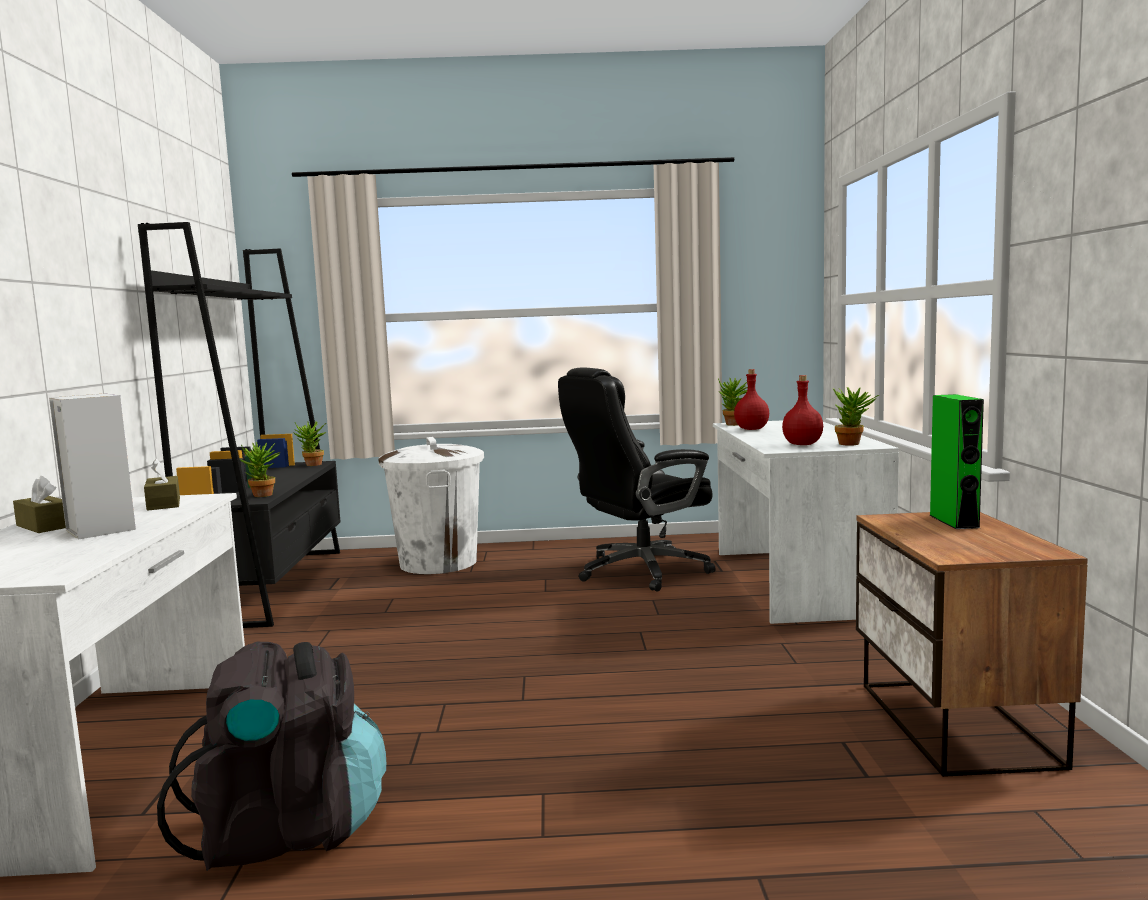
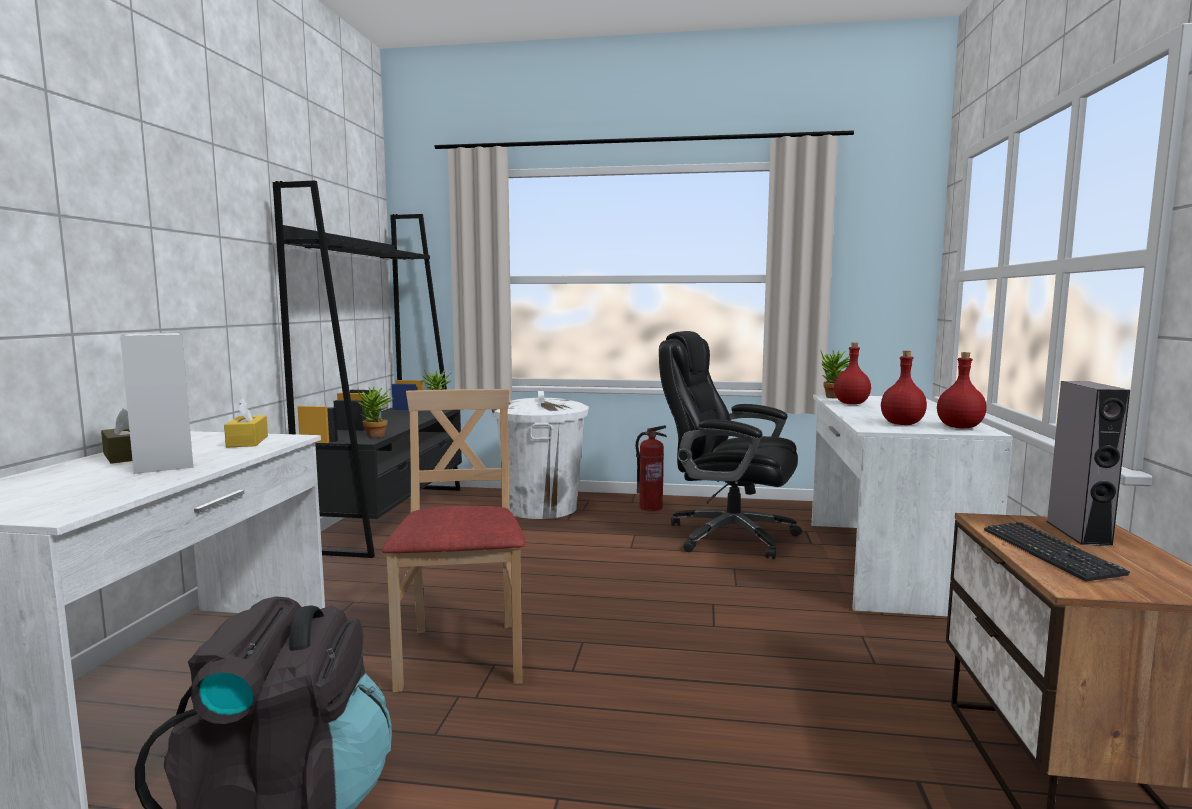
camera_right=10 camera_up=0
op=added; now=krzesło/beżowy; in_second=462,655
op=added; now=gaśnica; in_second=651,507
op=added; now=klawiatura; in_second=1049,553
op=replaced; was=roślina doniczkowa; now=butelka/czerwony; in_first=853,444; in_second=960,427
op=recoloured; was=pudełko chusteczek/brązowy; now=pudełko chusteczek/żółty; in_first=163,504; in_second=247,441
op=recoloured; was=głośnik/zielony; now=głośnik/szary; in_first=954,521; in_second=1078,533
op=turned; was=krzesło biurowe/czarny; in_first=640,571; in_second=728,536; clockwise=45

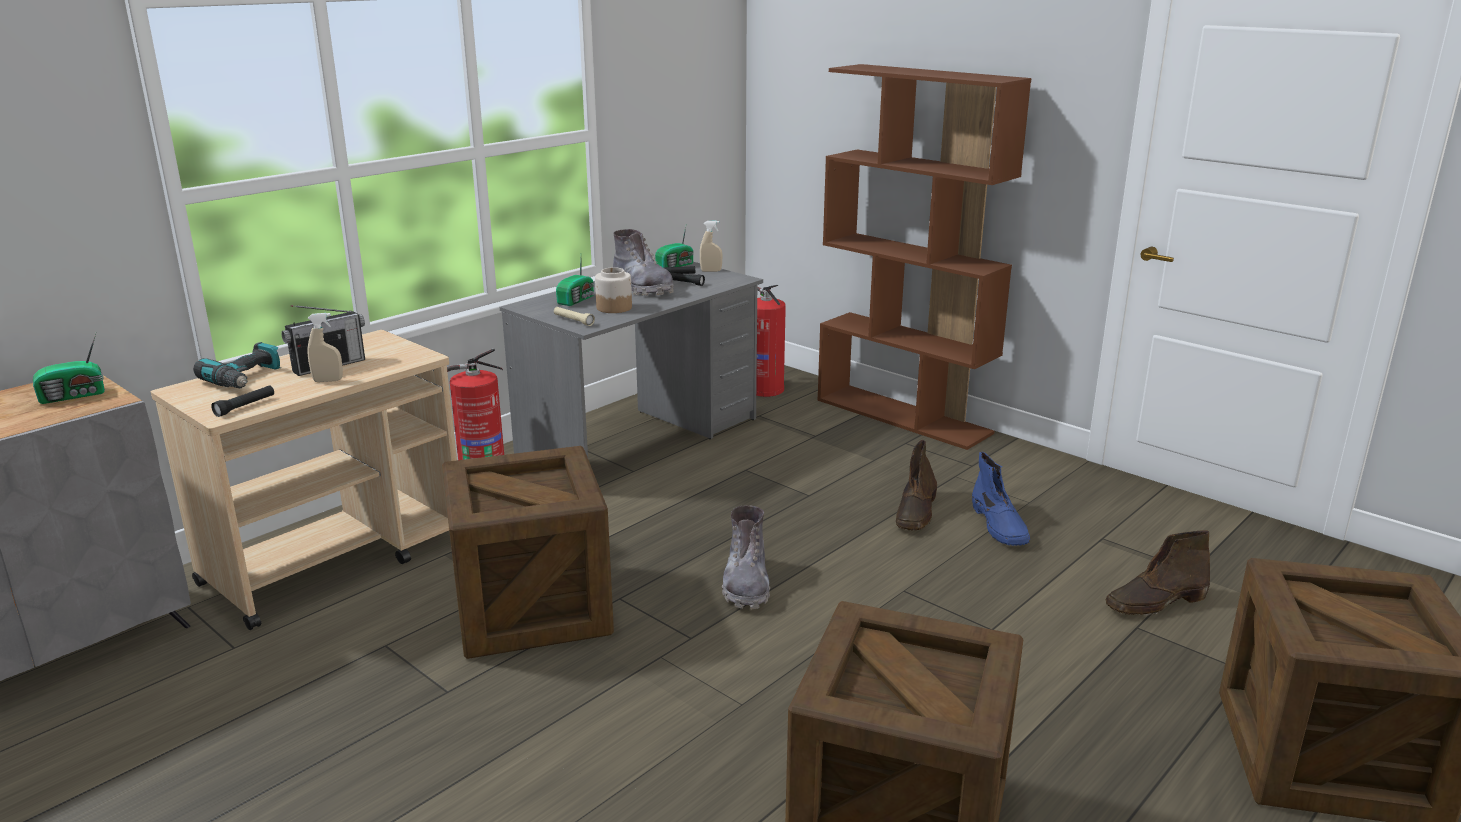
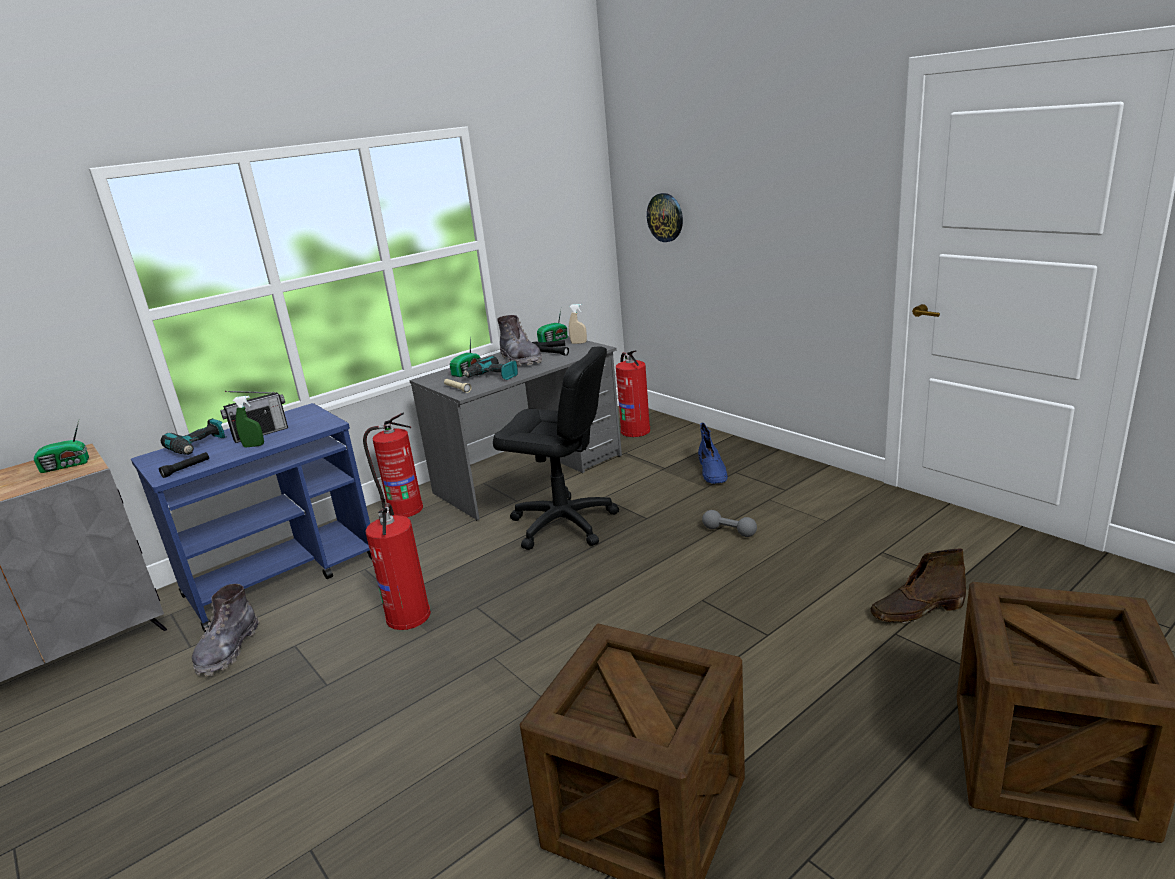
camera_right=10 camera_up=0
op=removed; was=regał/brązowy; in_first=904,416
op=added; now=krzesło biurowe/czarny; in_second=563,524
op=added; now=zegar ścienny; in_second=665,217
op=moved; was=but z cholewką/szary; in_first=746,584; in_second=228,650
op=moved; was=but z cholewką/niebieski; in_first=999,526; in_second=712,472
op=replaced; was=skrzynka; now=gaśnica; in_first=531,608; in_second=409,615
op=replaced; was=słoik; now=wiertarka; in_first=614,307; in_second=492,377
op=replaced; was=but z cholewką/brązowy; now=hantel/szary; in_first=916,512; in_second=729,531
op=recoloured; was=wózek/beżowy; now=wózek/niebieski; in_first=337,560; in_second=283,576
op=recoloured; was=spryskiwacz/beżowy; now=spryskiwacz/zielony; in_first=328,380; in_second=254,446

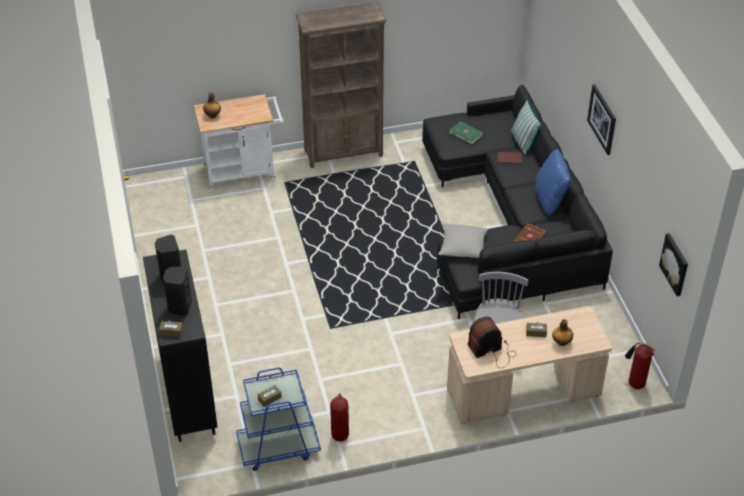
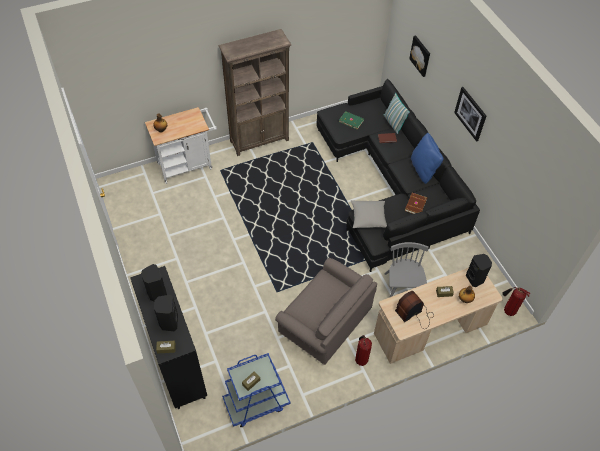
camera_right=-10 camera_up=10
op=added; now=fotel/szary; in_second=324,321
op=added; now=głośnik/czarny; in_second=475,279
op=moved; was=gaśnica; in_first=339,434; in_second=360,359
op=moved; was=obraz; in_first=675,264; in_second=420,55

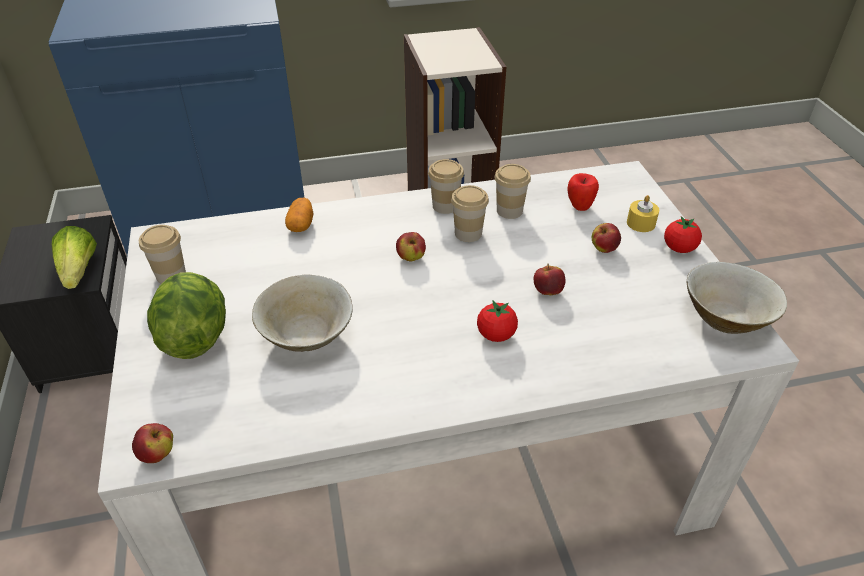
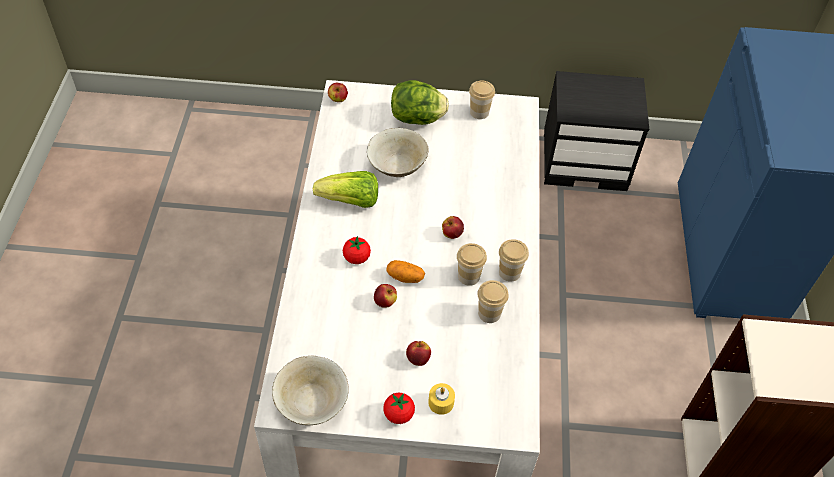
camera_right=105 camera_up=10
op=removed; was=jabłko; in_first=579,207
op=moved; was=sałata; in_first=79,271; in_second=350,201
op=moved; was=ziemniak; in_first=301,224; in_second=405,277

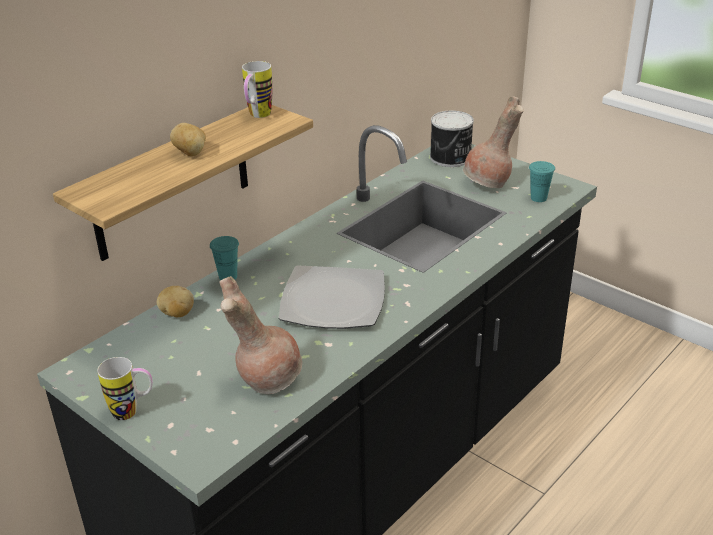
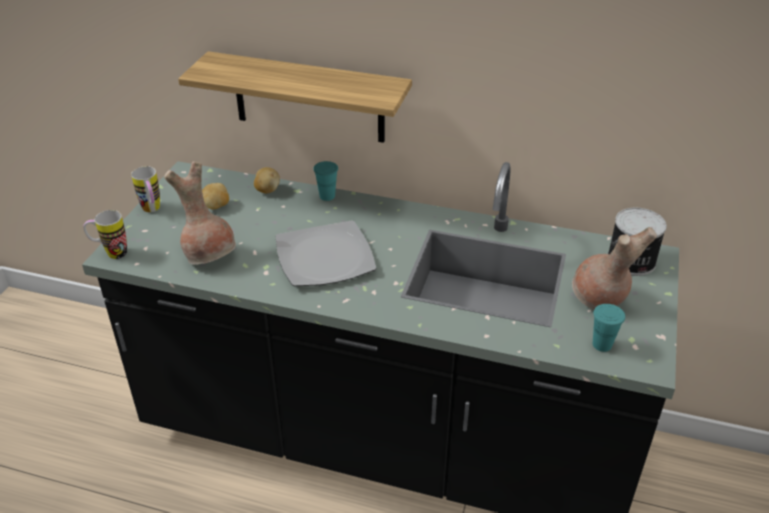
camera_right=65 camera_up=5
op=moved; was=ziemniak; in_first=191,153; in_second=216,206
op=moved; was=kubek; in_first=257,116; in_second=111,253

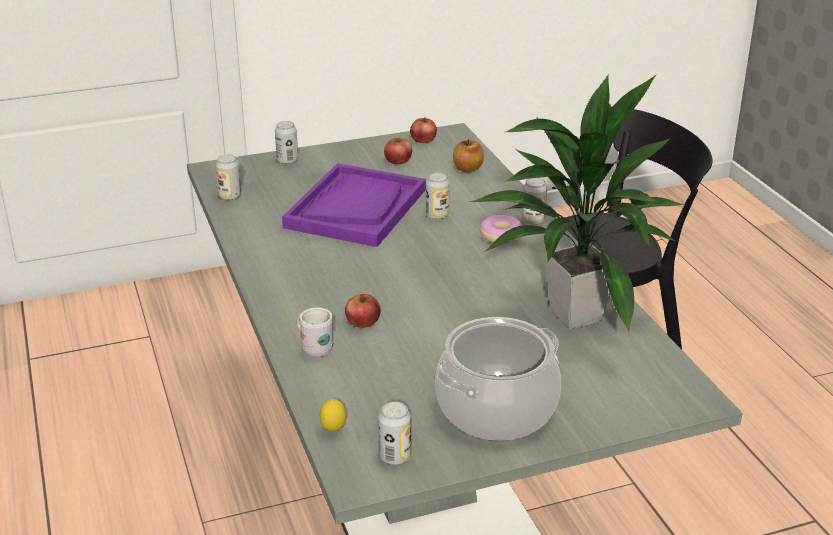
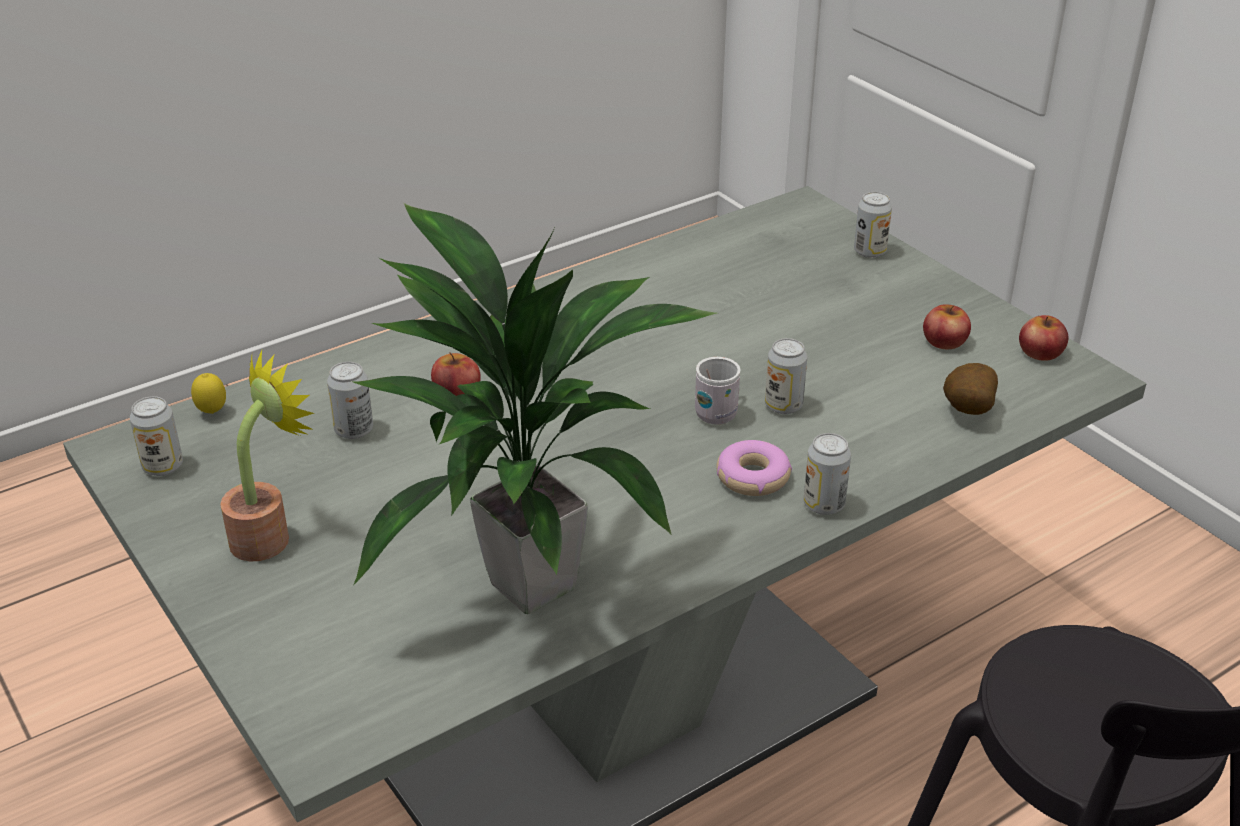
camera_right=75 camera_up=5
op=removed; was=taca/fioletowy; in_first=356,208
op=moved; was=puszka; in_first=230,196; in_second=354,430
op=moved; was=kubek/biały; in_first=314,348; in_second=719,411
op=replaced; was=garnek; now=roślina doniczkowa; in_first=497,409; in_second=269,535
op=replaced; was=jabłko; now=ziemniak; in_first=467,169; in_second=965,412

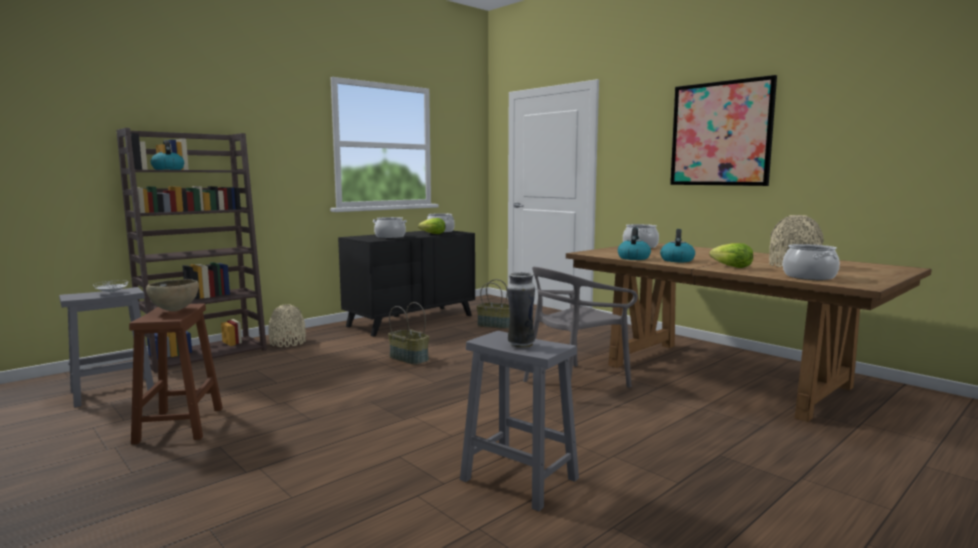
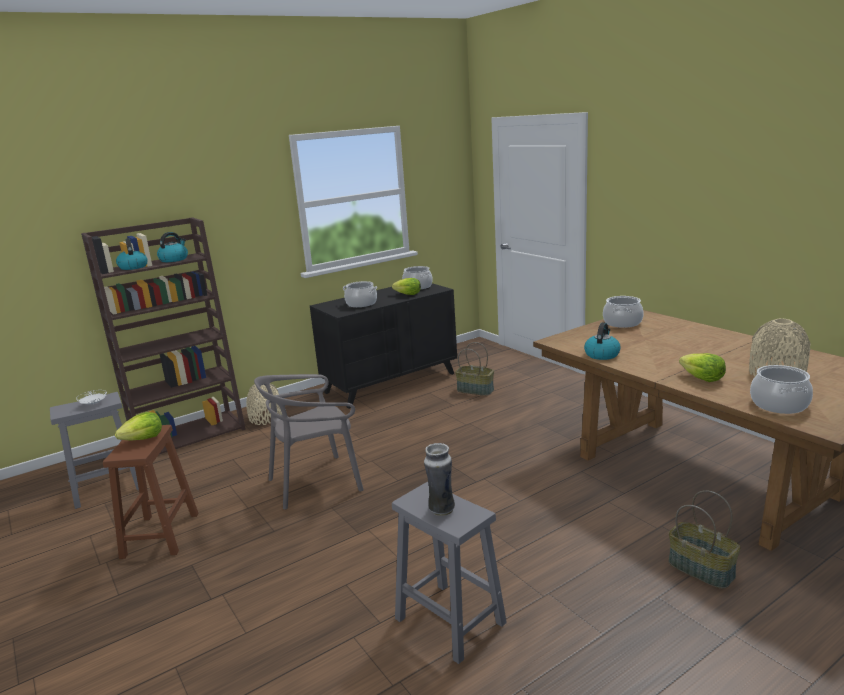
camera_right=10 camera_up=10
op=removed; was=obraz; in_first=720,134
op=moved; was=koszyk; in_first=409,358; in_second=702,569
op=moved; was=krzesło/szary; in_first=575,382; in_second=315,483
op=moved; was=czajnik; in_first=677,260; in_second=174,259
op=replaced; was=miska/brązowy; now=sałata; in_first=175,310; in_second=143,439

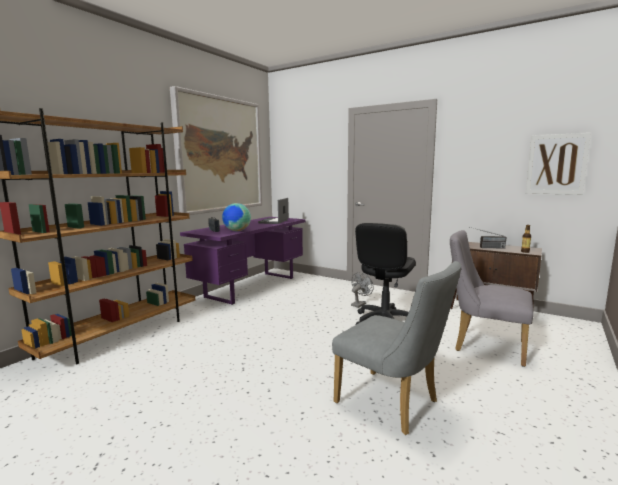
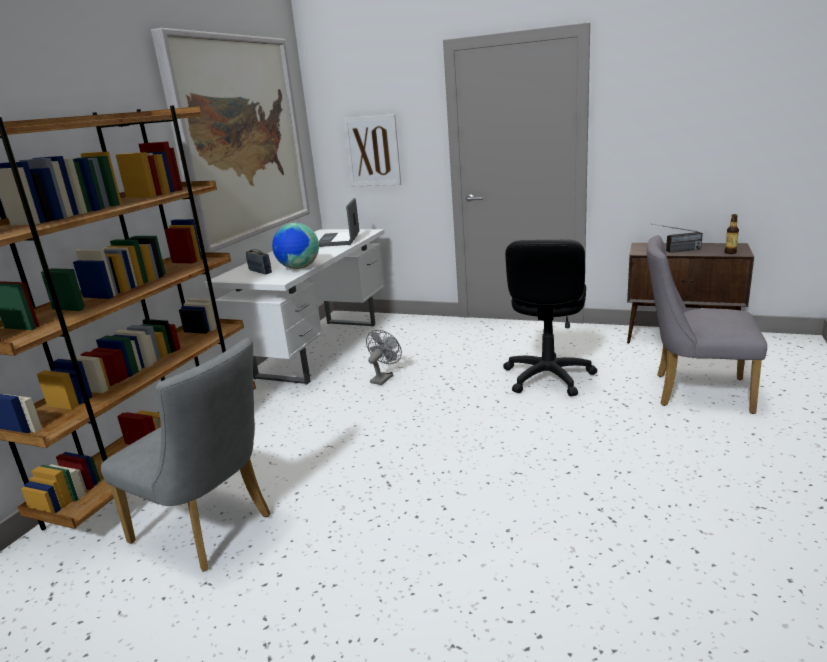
camera_right=-10 camera_up=10
op=moved; was=krzesło/szary; in_first=393,404; in_second=209,531
op=moved; was=wentylator/szary; in_first=359,304; in_second=383,378
op=moved; was=obraz; in_first=556,164; in_second=372,151
op=recoloured; was=biurko/fioletowy; now=biurko/biały; in_first=251,287; in_second=319,349

